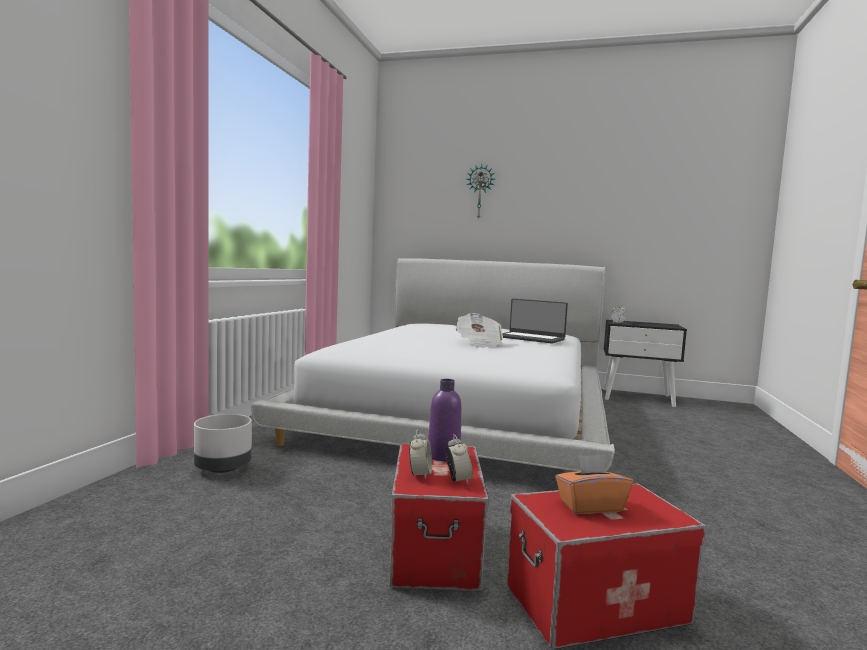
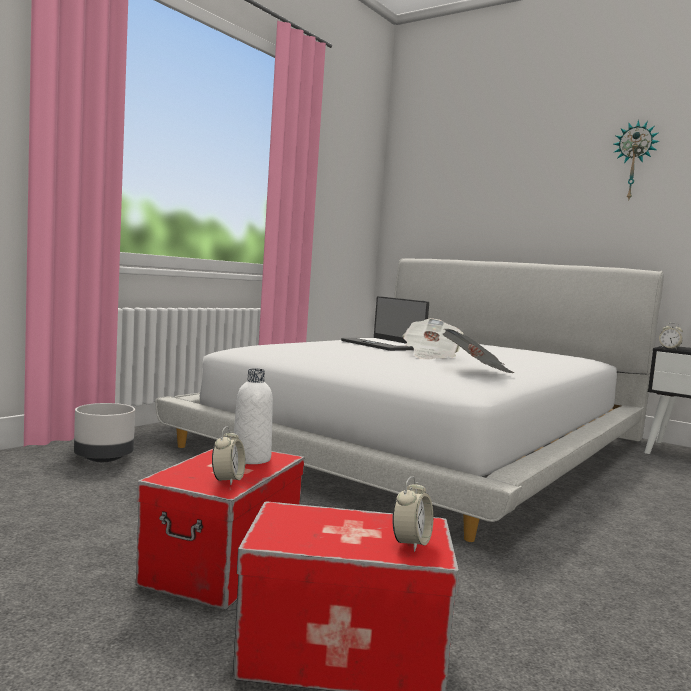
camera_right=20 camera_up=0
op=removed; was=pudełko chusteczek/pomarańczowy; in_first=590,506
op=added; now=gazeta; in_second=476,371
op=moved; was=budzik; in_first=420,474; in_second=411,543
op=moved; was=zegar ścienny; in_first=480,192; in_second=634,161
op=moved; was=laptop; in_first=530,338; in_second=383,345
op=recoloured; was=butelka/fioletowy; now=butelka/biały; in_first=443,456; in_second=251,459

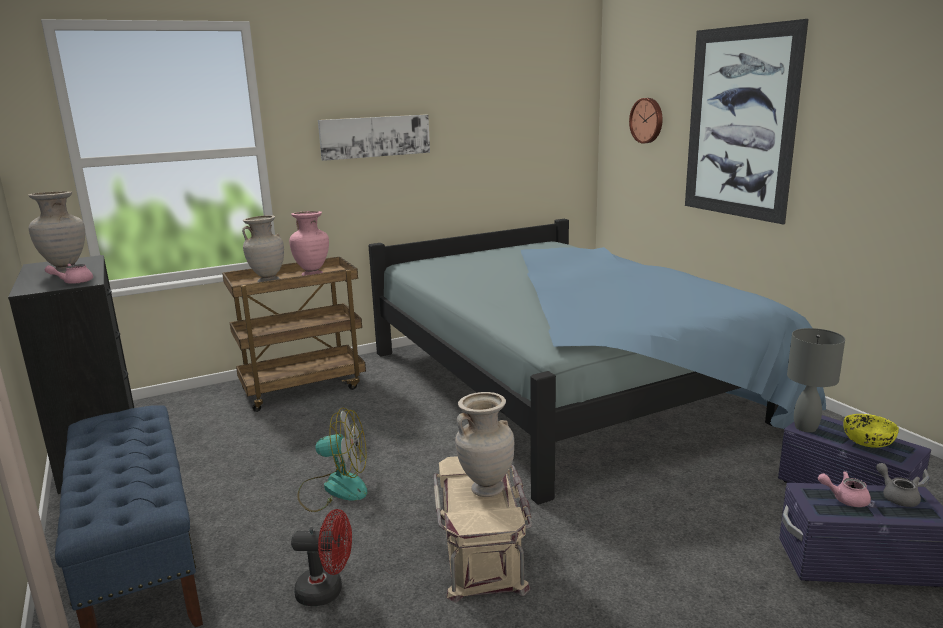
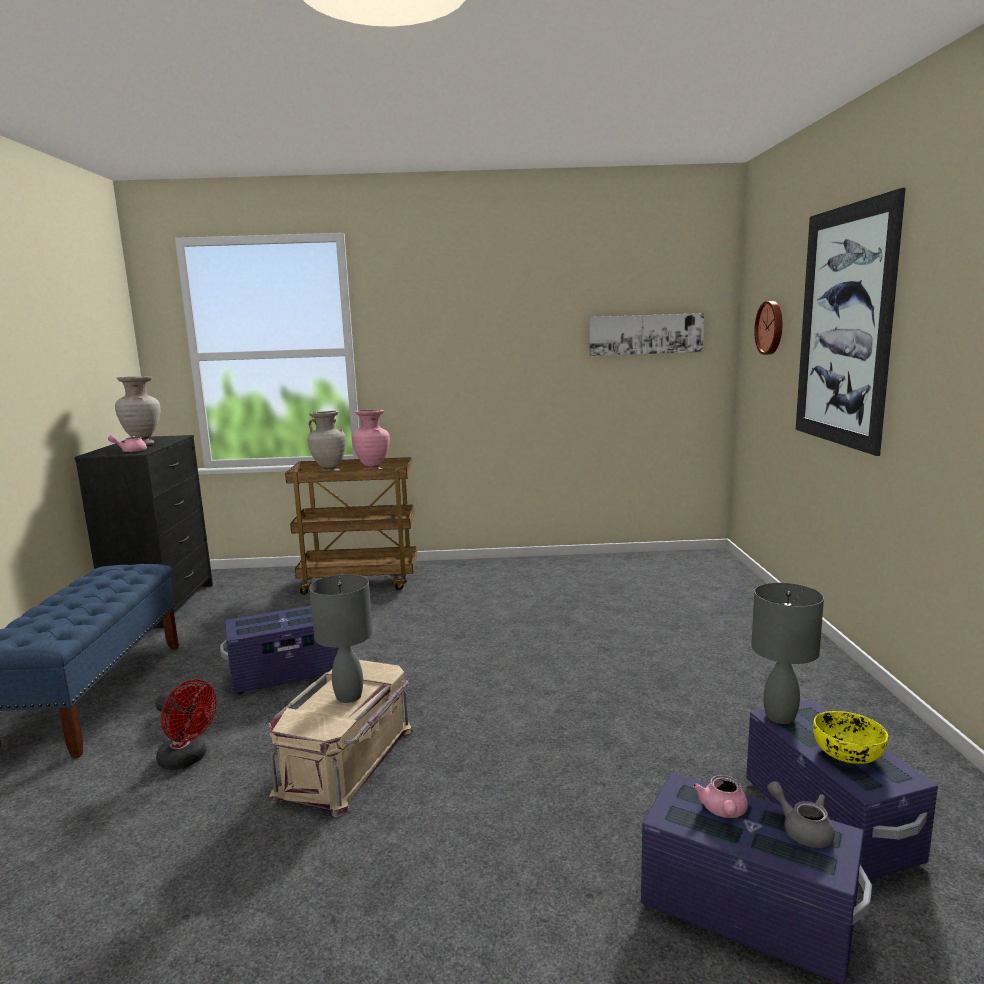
camera_right=25 camera_up=-5
op=removed; was=łóżko/niebieski; in_first=570,385
op=moved; was=obraz; in_first=375,136; in_second=645,334
op=replaced; was=wentylator; now=pojemnik do przechowywania/fioletowy; in_first=334,488; in_second=289,673
op=replaced; was=wazon/beżowy; now=lampa stołowa/szary; in_first=486,489; in_second=349,696
op=turned; was=imbryk/różowy; in_first=845,499; in_second=723,811; clockwise=-120
op=turned; was=imbryk/szary; in_first=897,496; in_second=802,829; clockwise=-45

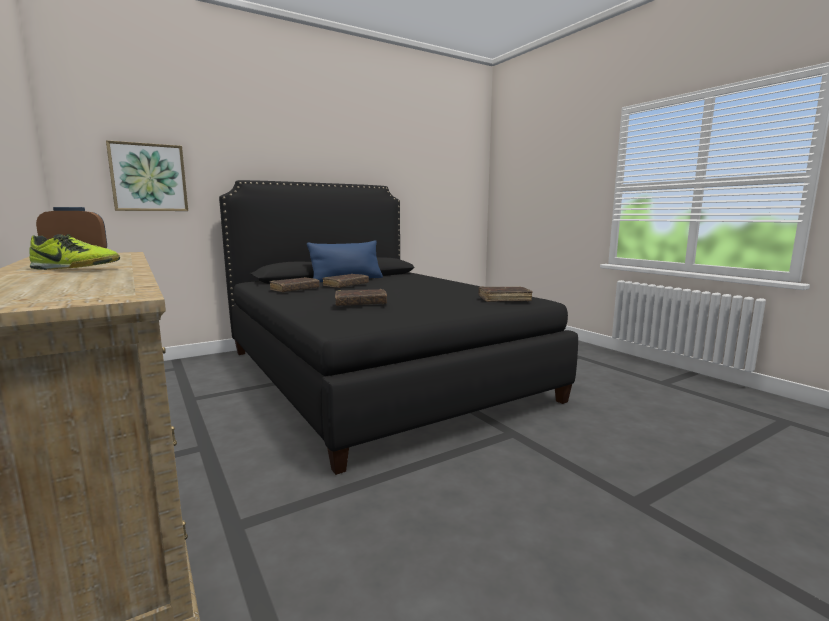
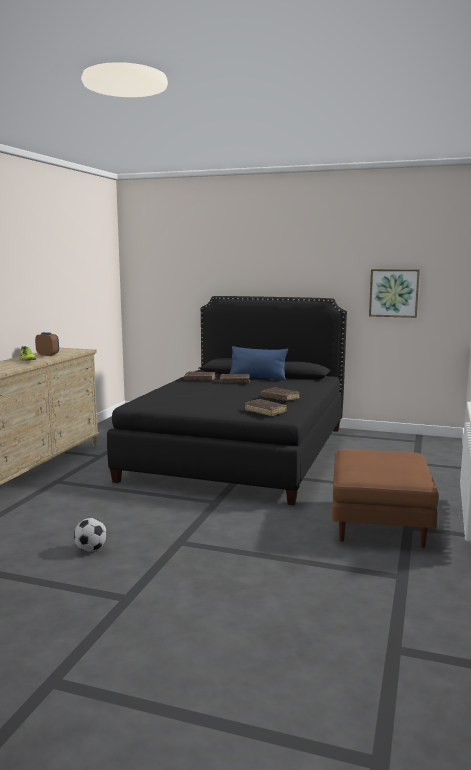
camera_right=50 camera_up=0
op=added; now=piłka futbolowa; in_second=91,549
op=added; now=pufa/brązowy; in_second=380,523
op=moved; was=obraz; in_first=149,177; in_second=393,293
op=moved; was=książka/brązowy; in_first=361,303; in_second=280,398

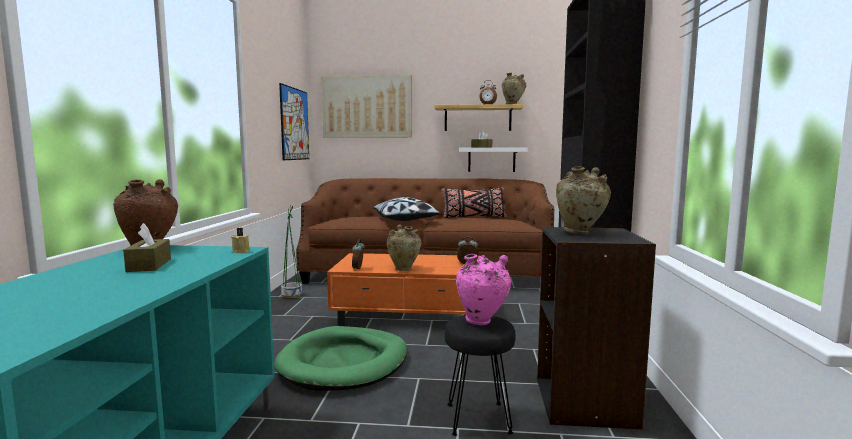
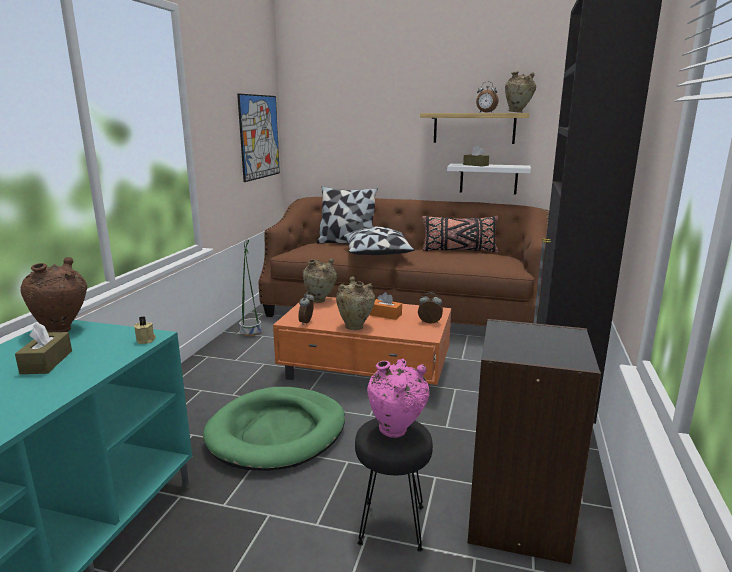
camera_right=10 camera_up=10
op=removed; was=obraz; in_first=367,107
op=added; now=poduszka; in_second=346,242
op=added; now=pudełko chusteczek/pomarańczowy; in_second=386,315
op=moved; was=wazon/beżowy; in_first=580,233; in_second=320,301

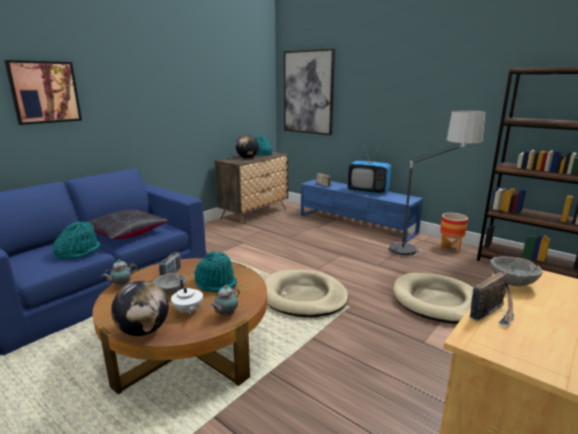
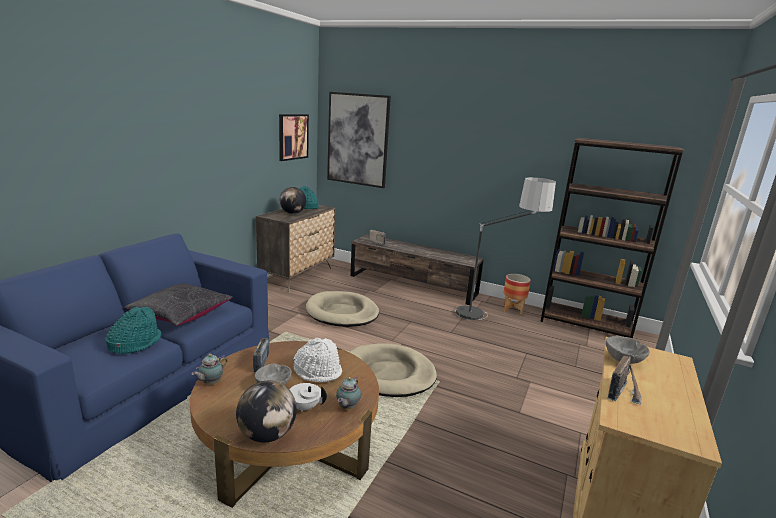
camera_right=-15 camera_up=0
op=removed; was=telewizor; in_first=368,191
op=moved; was=obraz; in_first=45,92; in_second=293,137
op=moved; was=legowisko/beżowy; in_first=437,301; in_second=342,312
op=recoloured; was=kapelusz/turkusowy; now=kapelusz/biały; in_first=216,283; in_second=318,371
op=recoloured; was=szafka pod telewizor/niebieski; now=szafka pod telewizor/brązowy; in_first=356,224; in_second=413,284
op=turned; was=imbryk/biały; in_first=188,311; in_second=304,407; clockwise=150

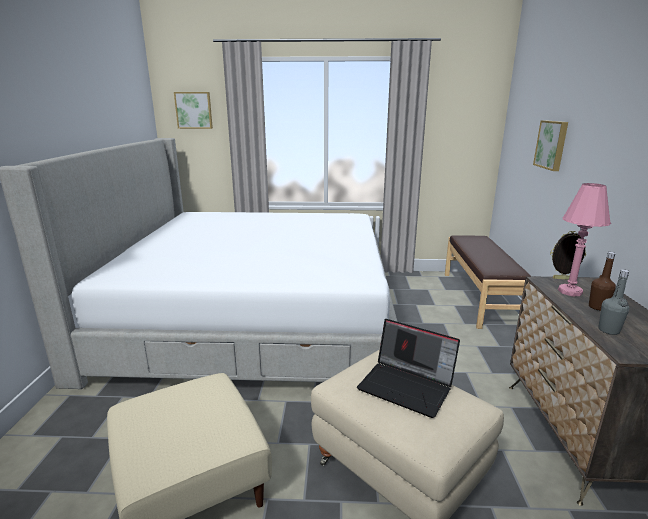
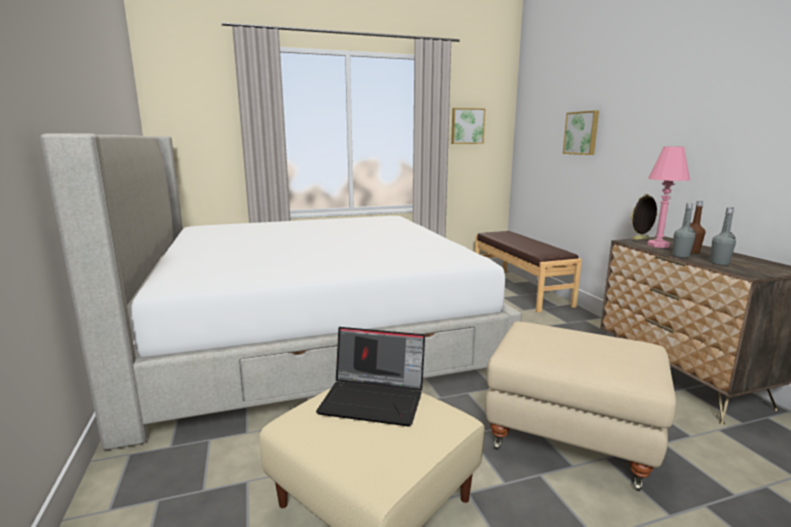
camera_right=-20 camera_up=-5
op=added; now=butelka/szary; in_second=680,256
op=moved; was=obraz; in_first=194,110; in_second=467,126
op=moved; was=laptop; in_first=407,386; in_second=374,399

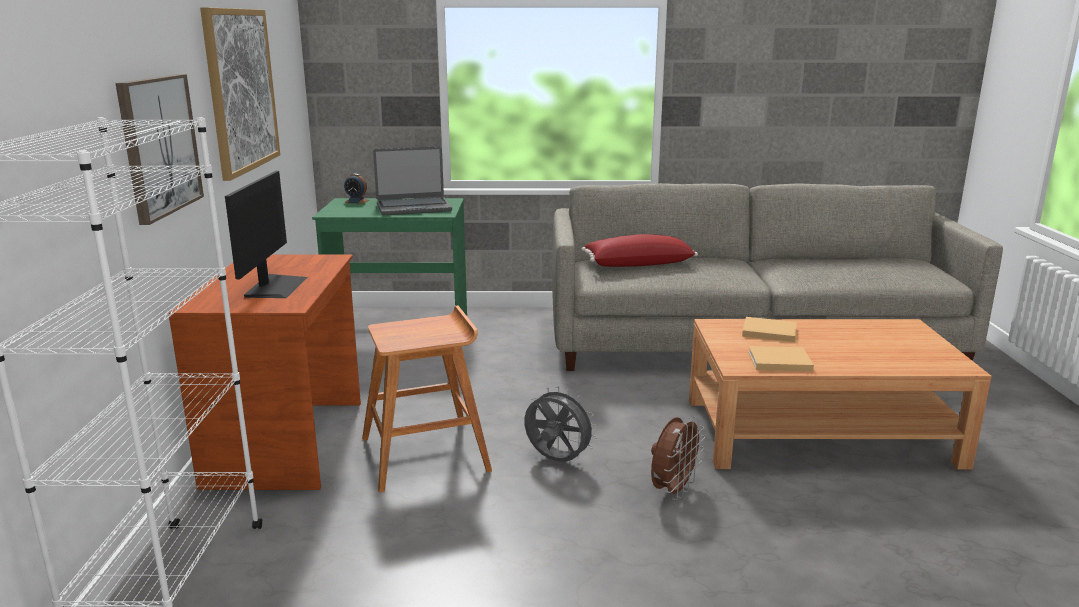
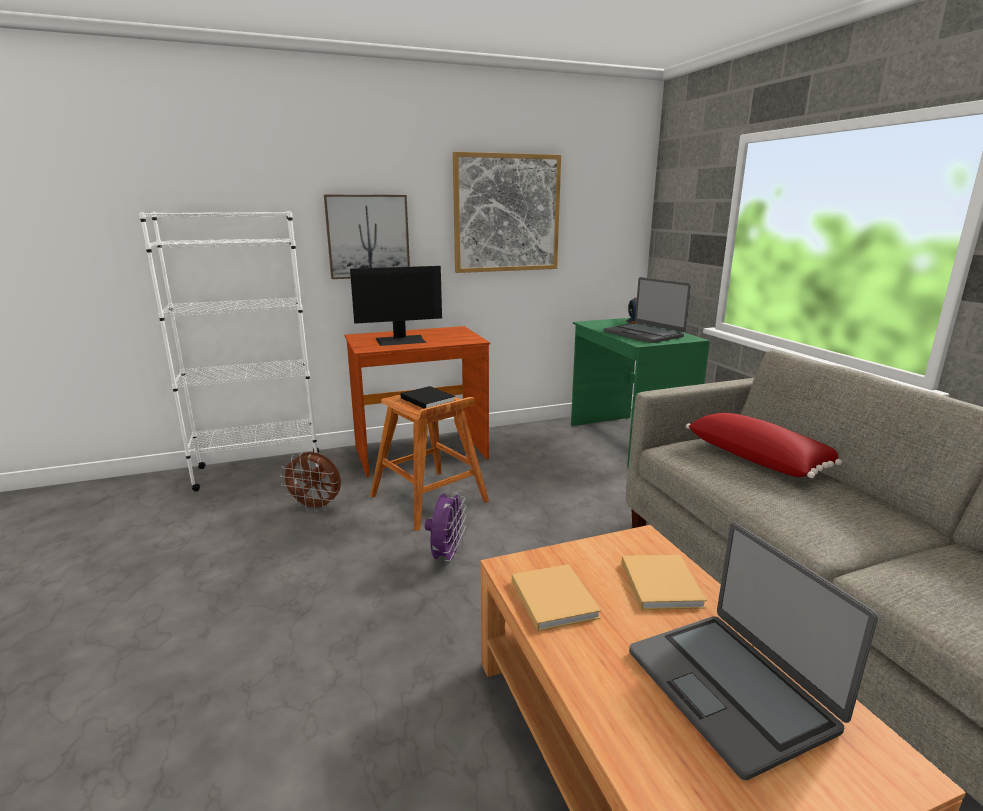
camera_right=70 camera_up=0
op=added; now=książka/czarny; in_second=427,399
op=added; now=laptop; in_second=730,688
op=moved; was=wentylator/brązowy; in_first=673,491; in_second=316,507
op=recoloured; was=wentylator/szary; now=wentylator/fioletowy; in_first=556,461; in_second=447,557

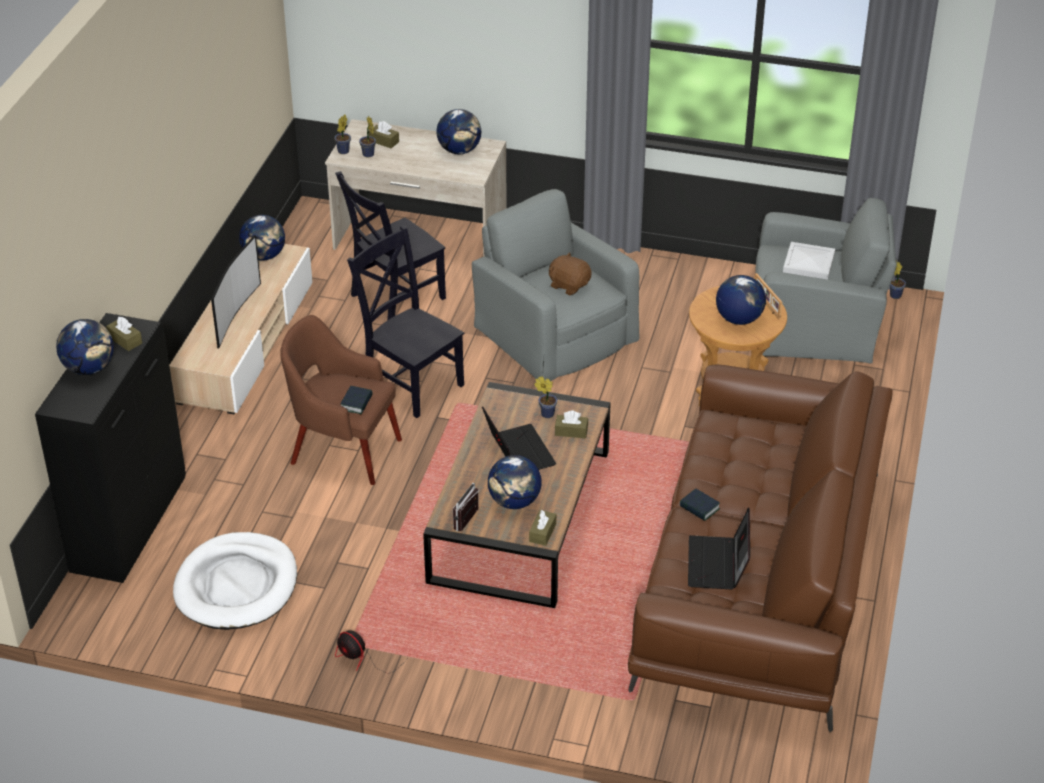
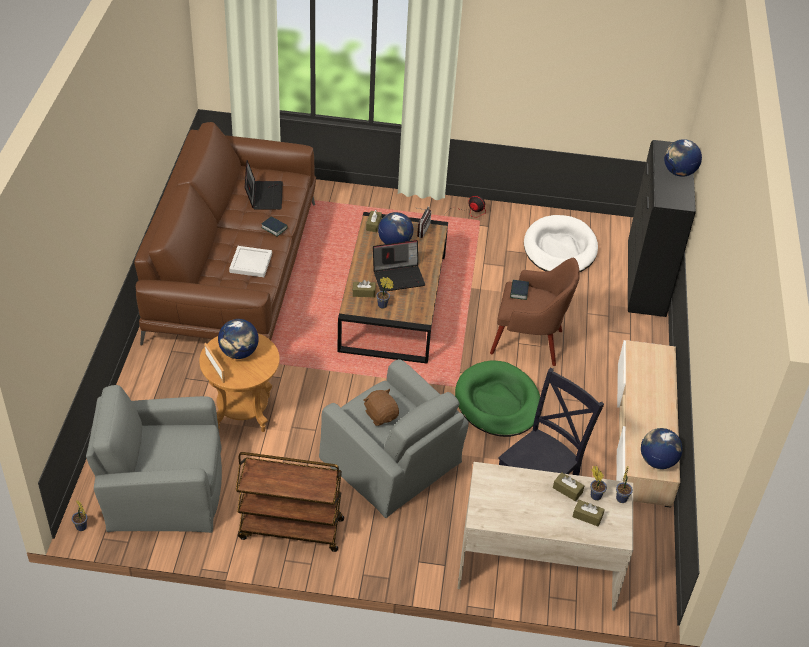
camera_right=170 camera_up=5
op=removed; was=telewizor; in_first=235,314
op=removed; was=globus; in_first=459,150
op=added; now=wózek/brązowy; in_second=290,529
op=moved; was=pudełko chusteczek/brązowy; in_first=125,340; in_second=567,490
op=moved; was=taca/biały; in_first=808,263; in_second=251,263
op=replaced; was=krzesło/czarny; now=legowisko/zielony; in_first=411,383; in_second=497,402
op=turned; was=laptop; in_first=517,451; in_second=399,276; clockwise=-75
op=turned; was=pluszak/brązowy; in_first=569,285; in_second=381,415; clockwise=-150

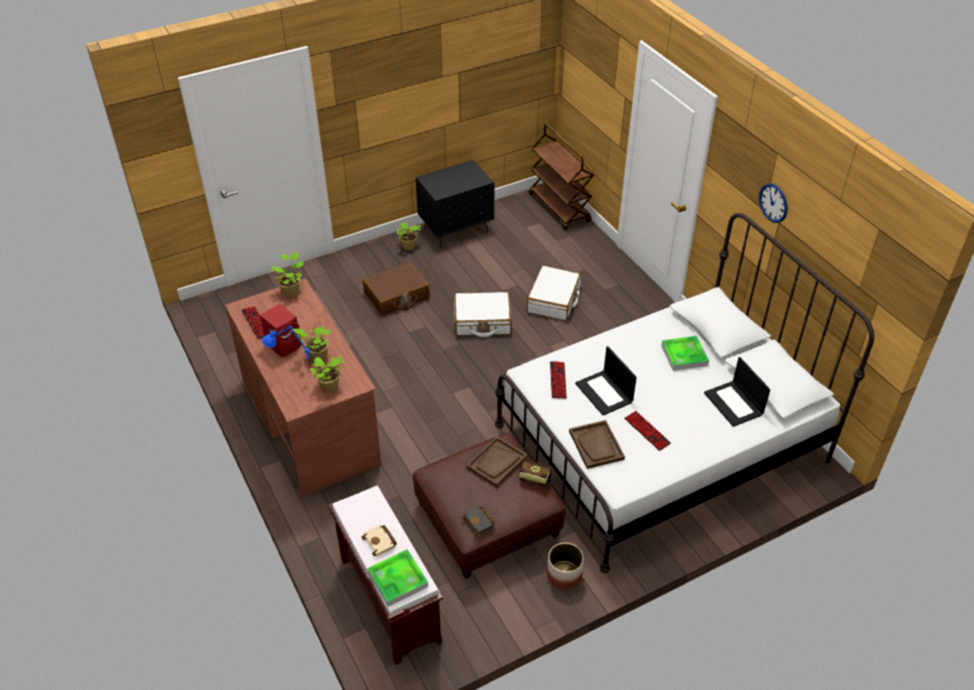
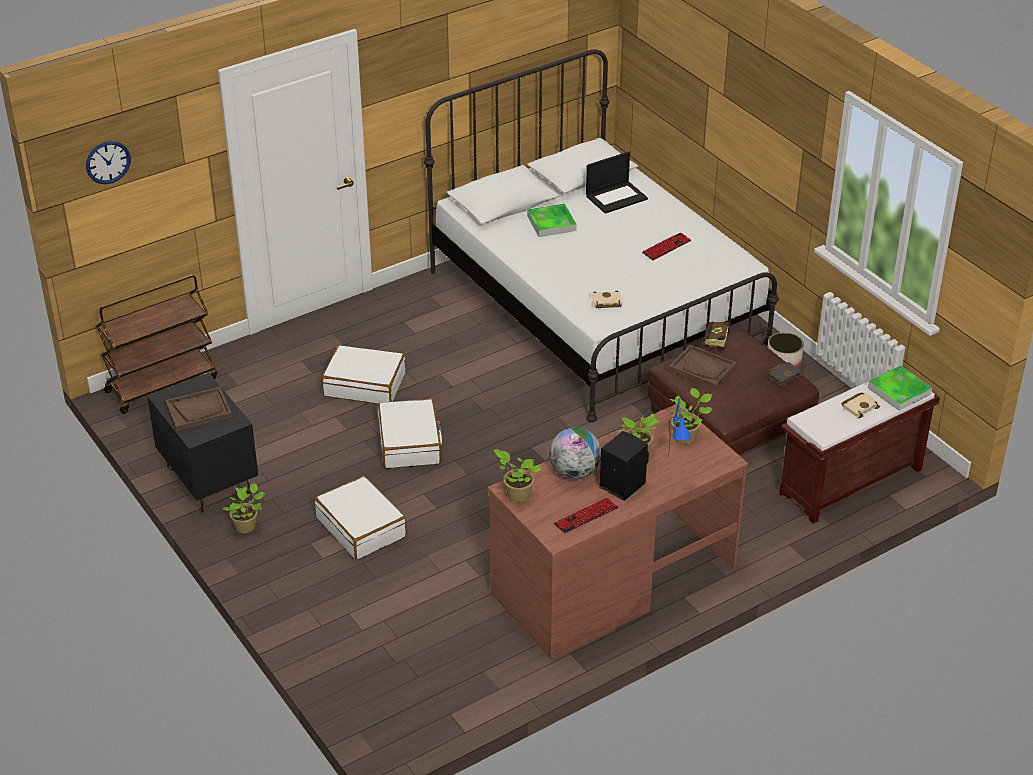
camera_right=-95 camera_up=-5
op=removed; was=laptop; in_first=604,393
op=added; now=globus; in_second=574,472
op=moved; was=taca/brązowy; in_first=596,445; in_second=199,410
op=moved; was=zegar ścienny; in_first=773,203; in_second=108,162
op=replaced; was=klawiatura; now=książka/beżowy; in_first=558,380; in_second=606,302
op=recoloured; was=głośnik/czerwony; now=głośnik/czarny; in_first=285,344; in_second=621,484
op=recoloured; was=walizka/brązowy; now=walizka/biały; in_first=397,296; in_second=361,527

